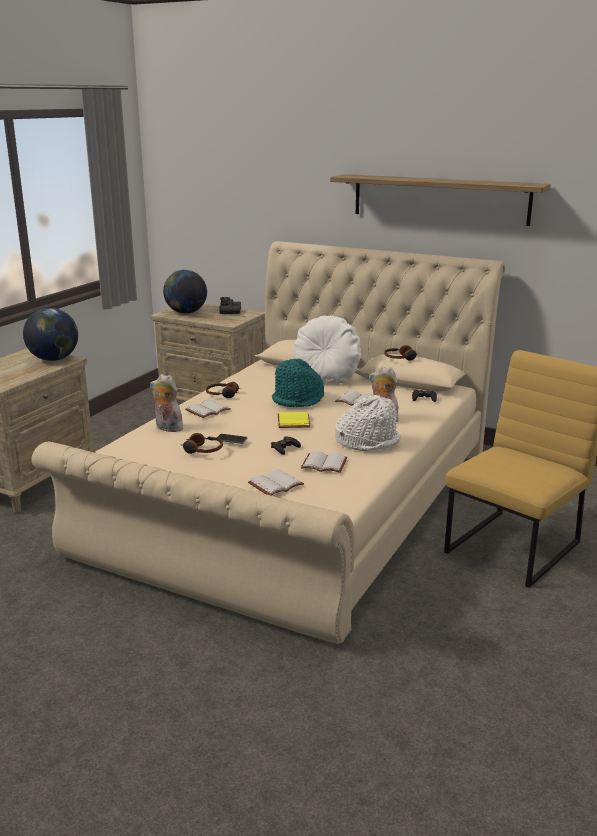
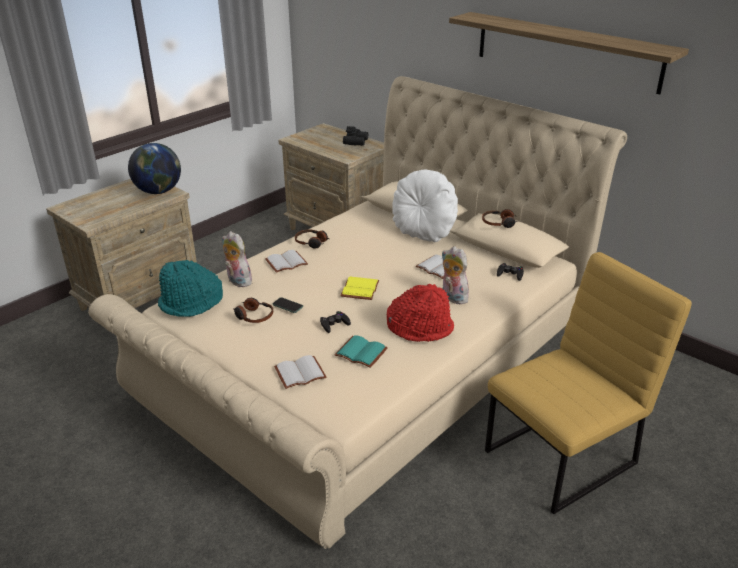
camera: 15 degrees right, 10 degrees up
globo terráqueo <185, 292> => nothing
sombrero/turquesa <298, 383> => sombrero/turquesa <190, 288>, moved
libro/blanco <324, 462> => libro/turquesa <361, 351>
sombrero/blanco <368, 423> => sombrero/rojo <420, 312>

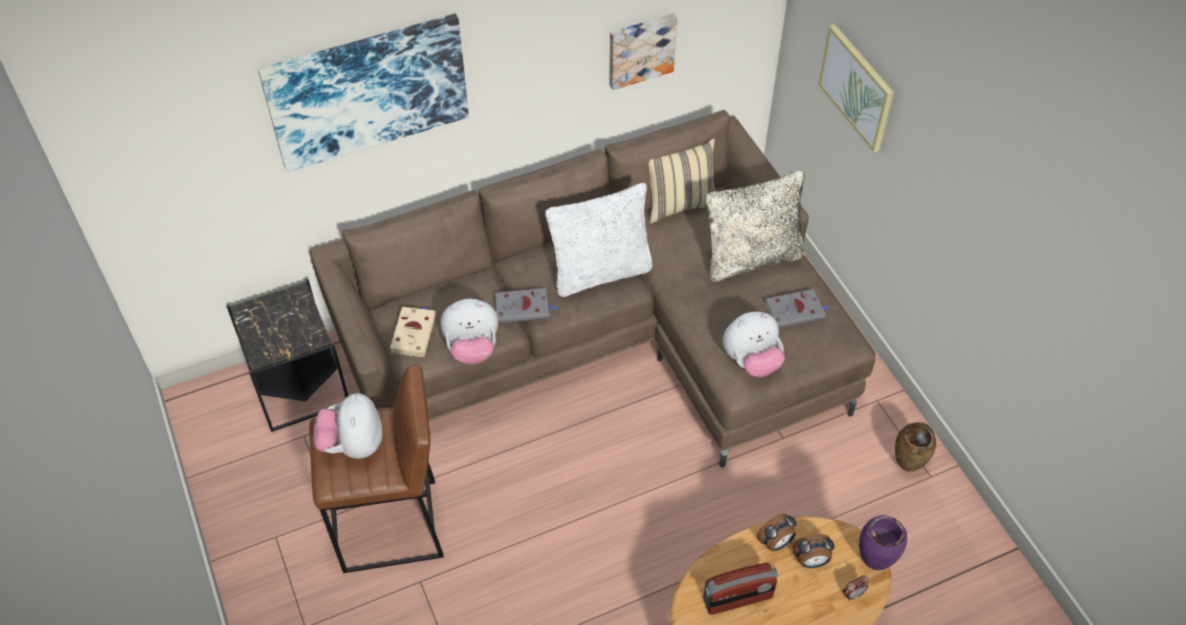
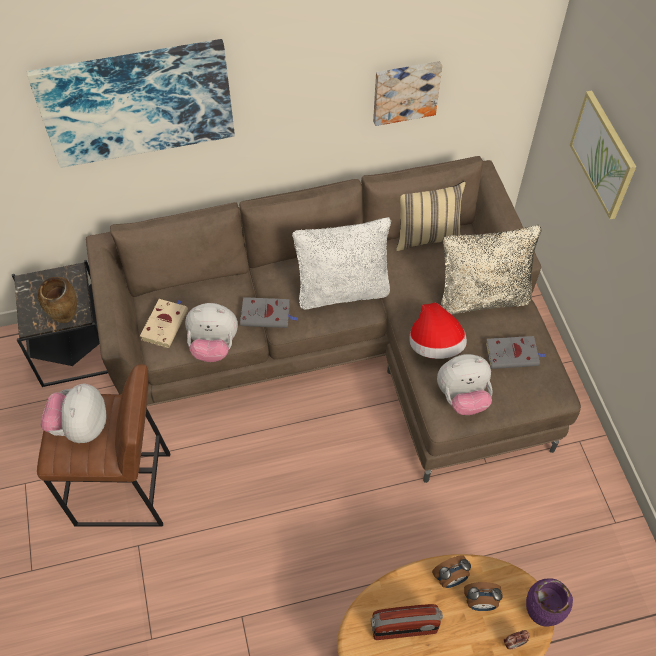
camera: 10 degrees right, 5 degrees up
florero/marrón <915, 447> => florero/marrón <57, 300>, moved
nothing => sombrero <438, 330>

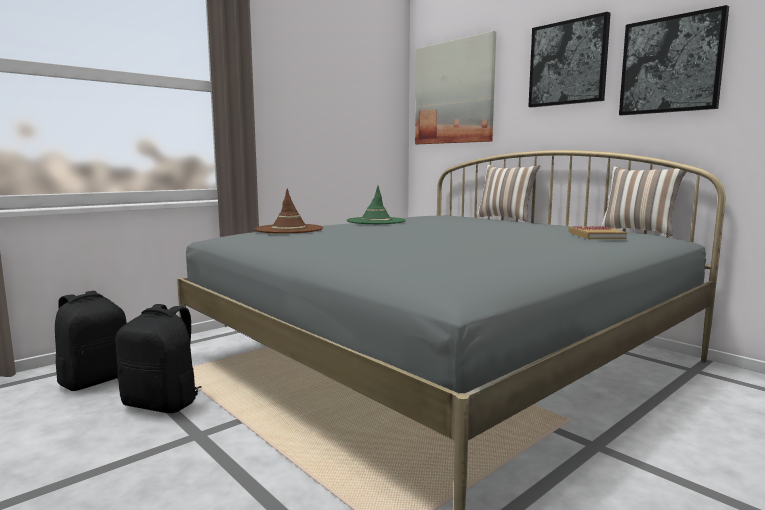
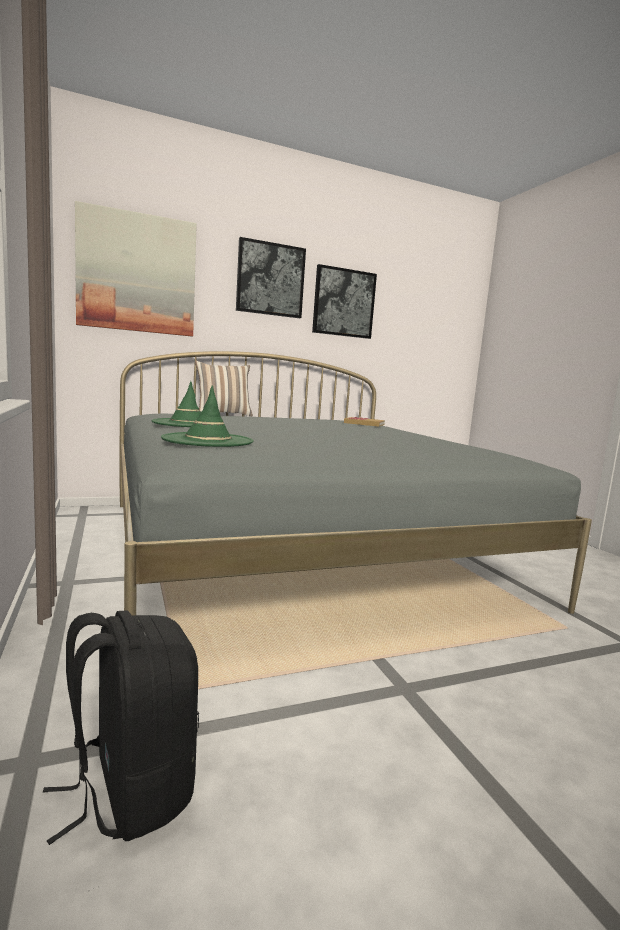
camera: 70 degrees left, 0 degrees up
mochila/negro <159, 358> => nothing
sombrero/marrón <289, 211> => sombrero/verde <207, 416>
cojín <644, 201> => nothing

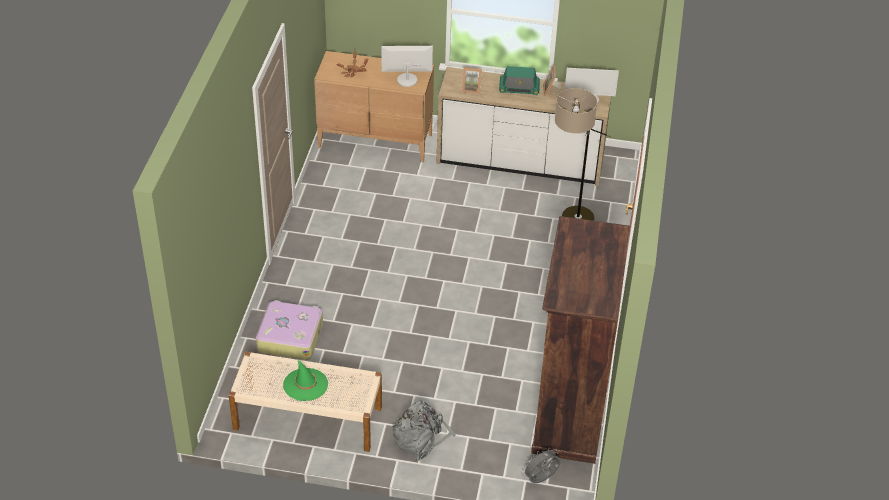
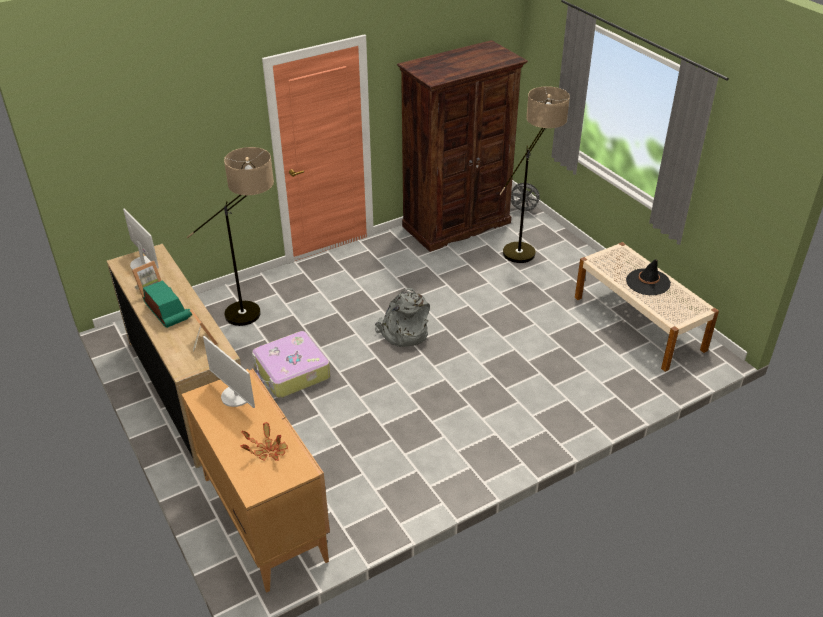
camera: 130 degrees left, 5 degrees down
maleta <289, 330> => maleta <291, 364>, moved
sombrero/verde <305, 380> => sombrero/negro <648, 277>
mochila/gris <424, 431> => mochila/gris <402, 317>, moved
nothing => lámpara de pie <534, 174>

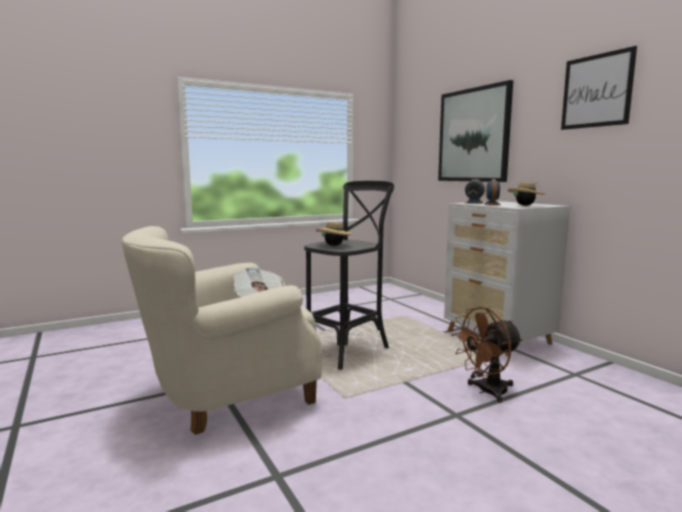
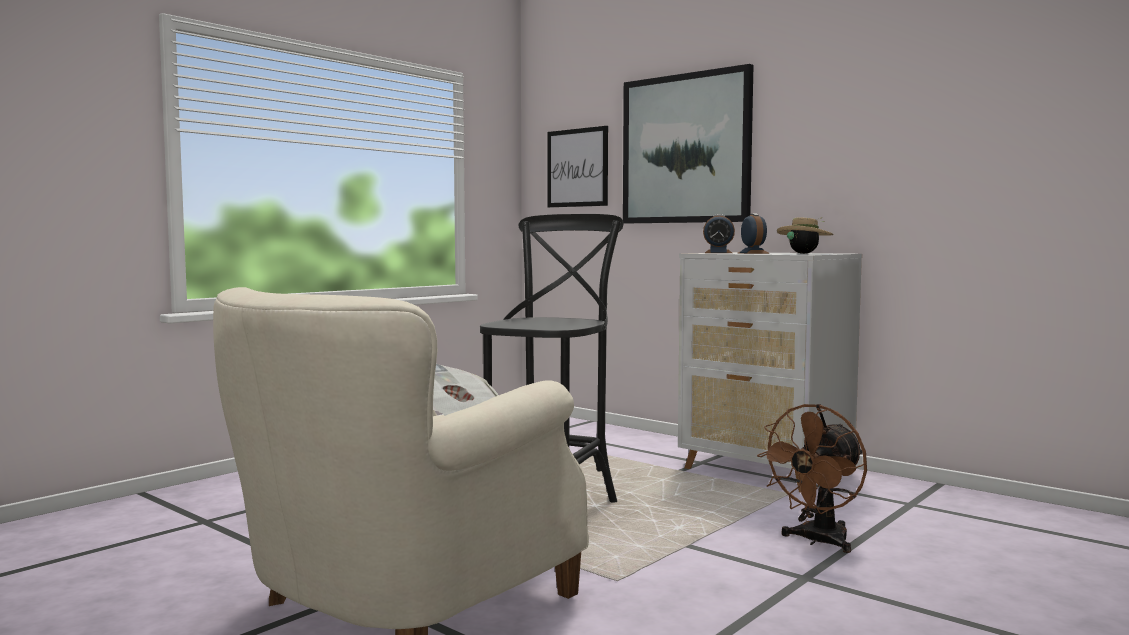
camera: 20 degrees left, 5 degrees down
sombrero/beis <334, 234> => nothing
cuadro <599, 88> => cuadro <577, 167>, moved

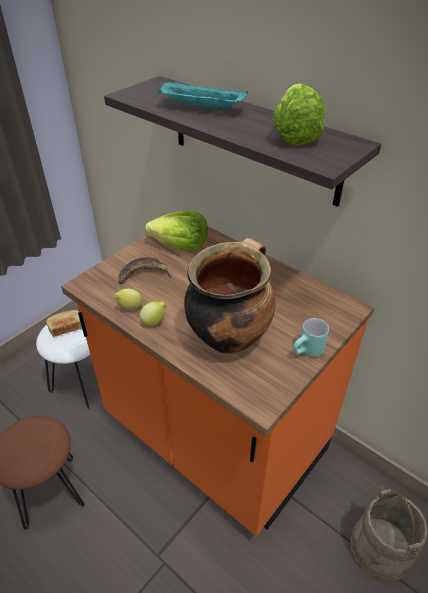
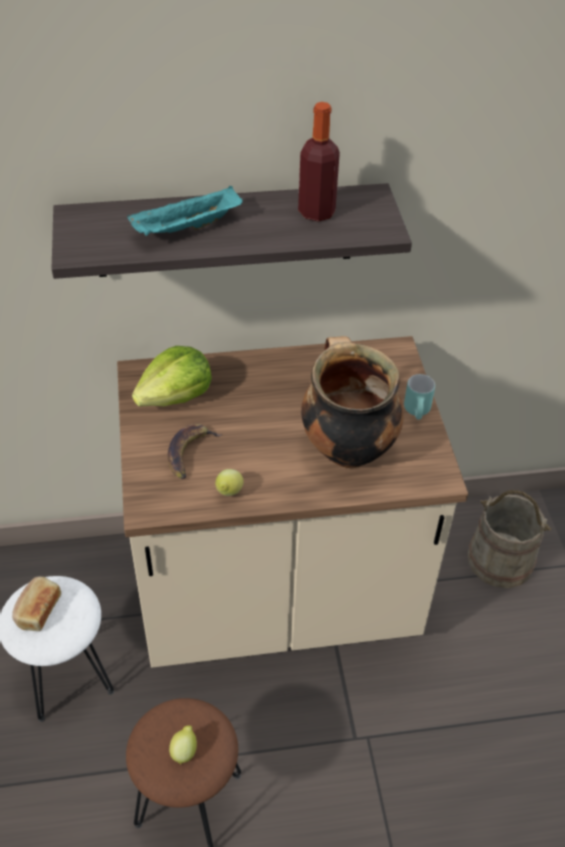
camera: 50 degrees left, 5 degrees up
mueble bajo de cocina/naranja <217, 381> => mueble bajo de cocina/beis <292, 502>
limón <153, 313> => limón <183, 745>, moved
lechuga <299, 114> => botella <319, 162>

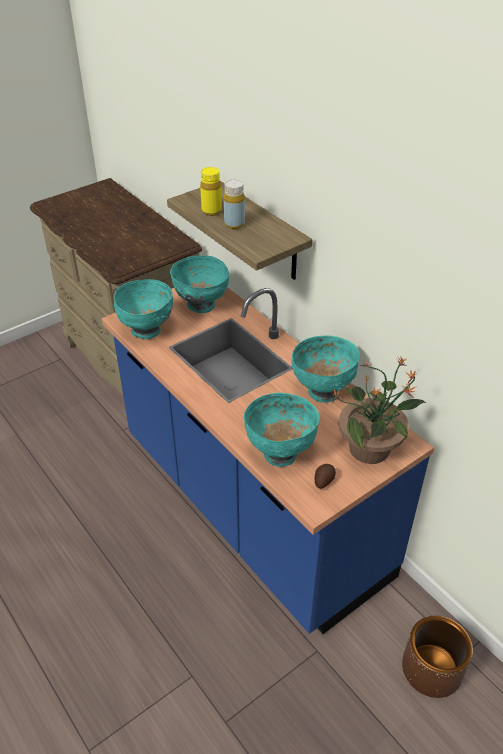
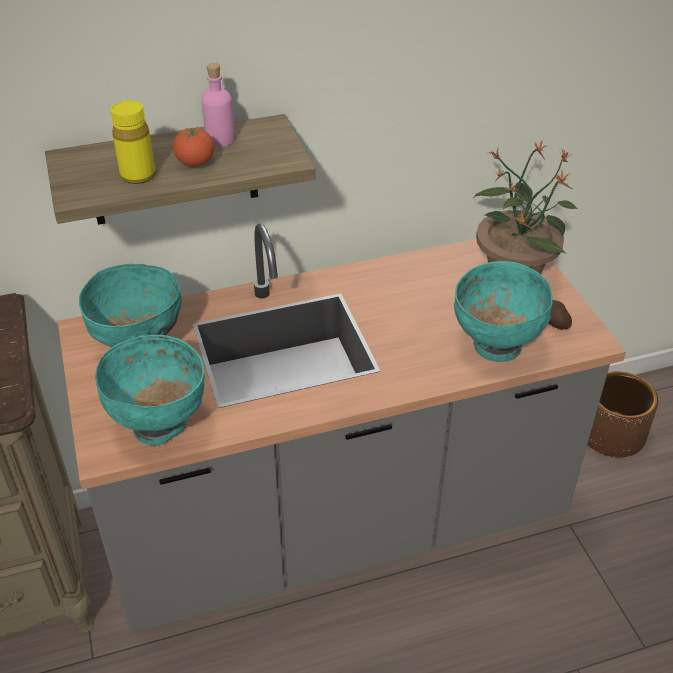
camera: 70 degrees left, 0 degrees up
mueble bajo de cocina/azul <267, 460> => mueble bajo de cocina/gris <342, 428>
botella/amarillo <234, 204> => tomate <193, 147>
cuenco/turquesa <326, 369> => nothing
nothing => botella/rosa <218, 105>

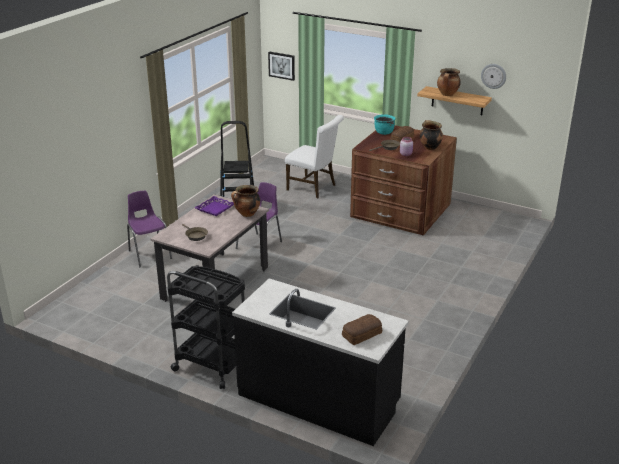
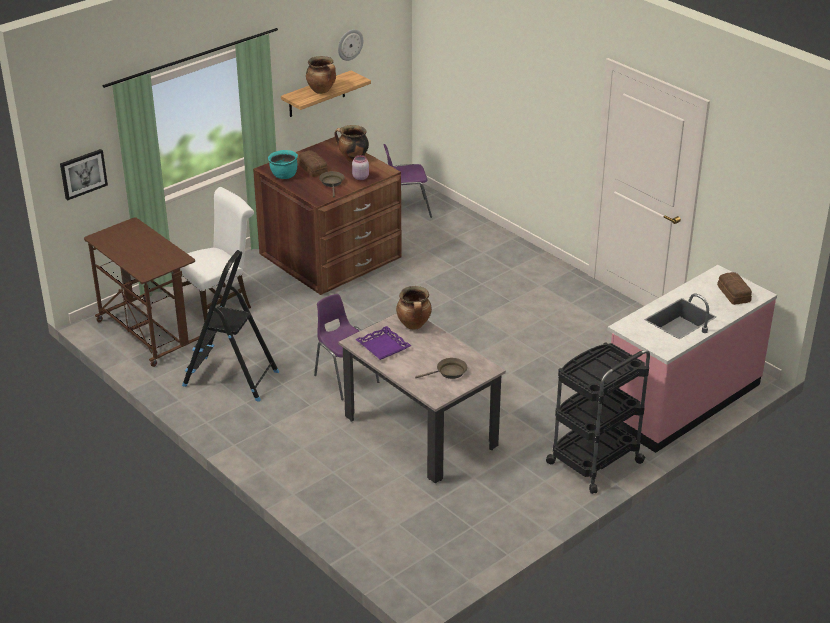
camera: 70 degrees left, 5 degrees up
silla/morado <149, 229> => silla/morado <407, 181>, moved
mueble bajo de cocina/negro <320, 362> => mueble bajo de cocina/rosa <692, 359>
nothing => escritorio/marrón <142, 292>

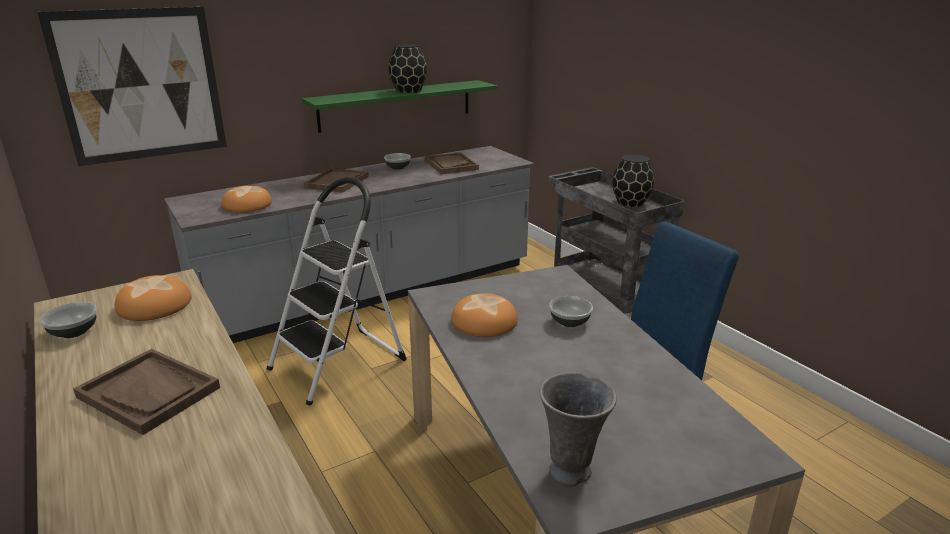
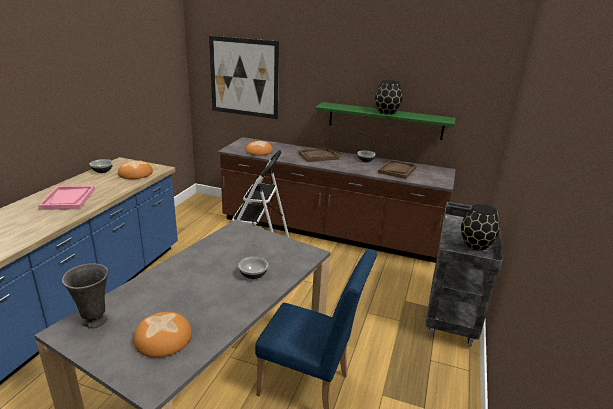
camera: 50 degrees right, 0 degrees up
bandeja/marrón <146, 392> => bandeja/rosa <66, 198>
mueble bajo de cocina/gris <349, 244> => mueble bajo de cocina/marrón <337, 200>
pan <484, 315> => pan <162, 335>, moved

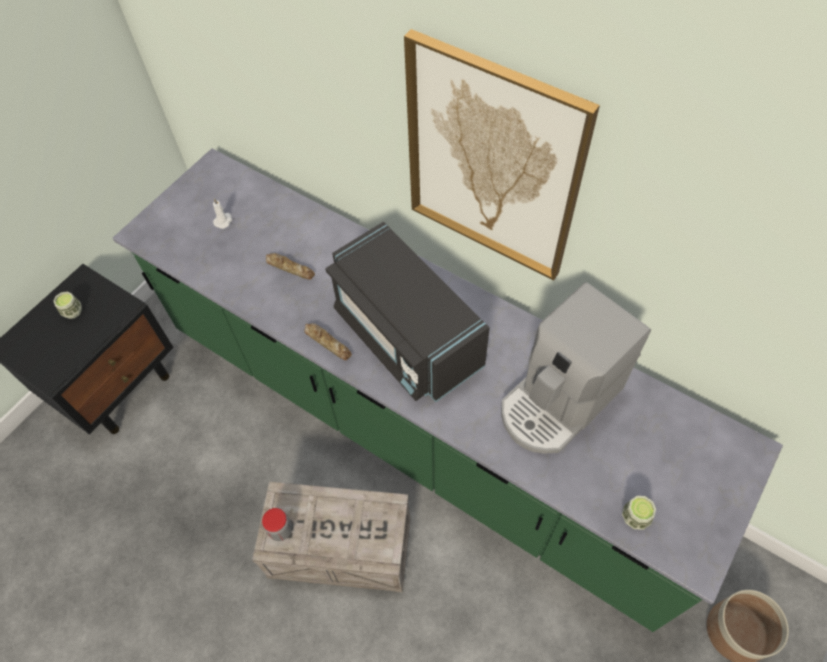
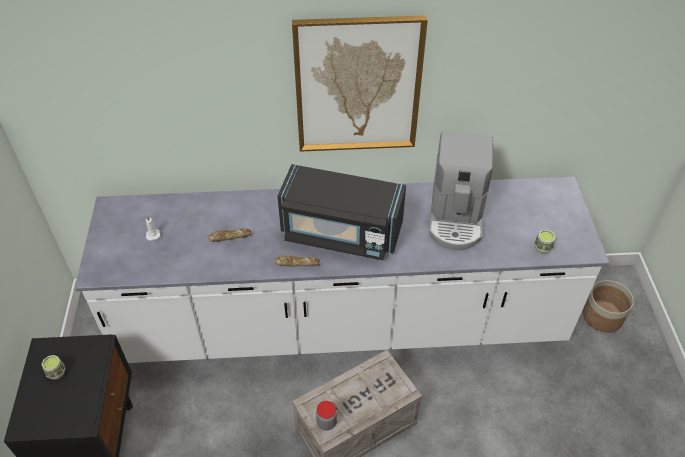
camera: 40 degrees left, 10 degrees down
mueble bajo de cocina/verde <448, 390> => mueble bajo de cocina/blanco <342, 269>

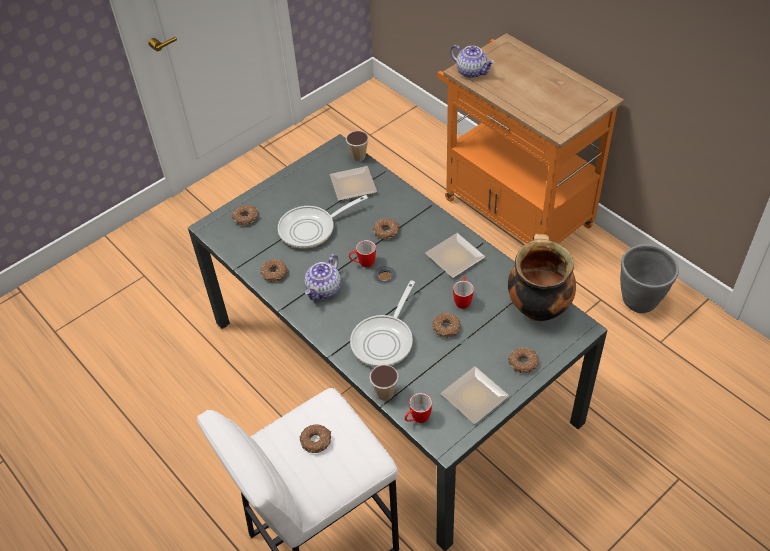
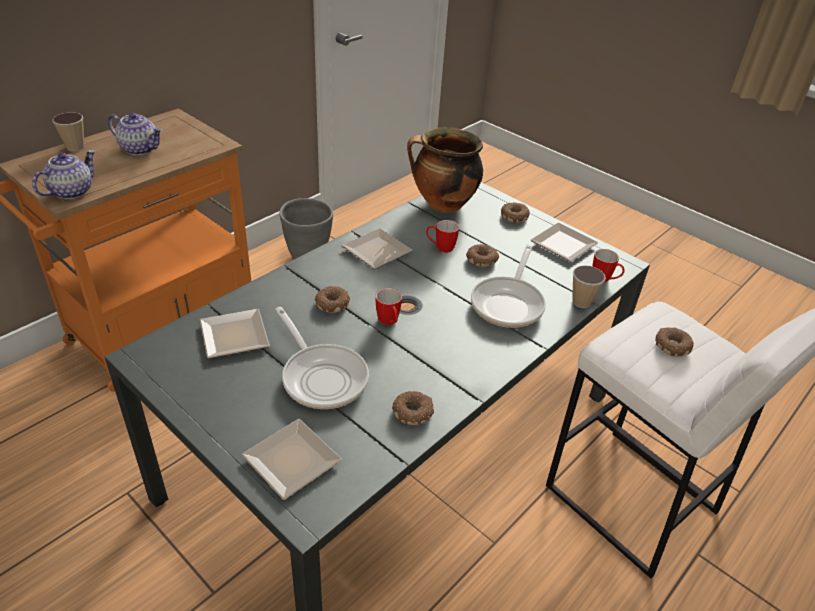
camera: 100 degrees left, 10 degrees down
rosquilla <245, 215> => plato <292, 459>
tetera <322, 277> => tetera <135, 134>, moved
taza <357, 146> => taza <68, 131>, moved
sartén <382, 323> => sartén <508, 286>, 90 degrees clockwise

